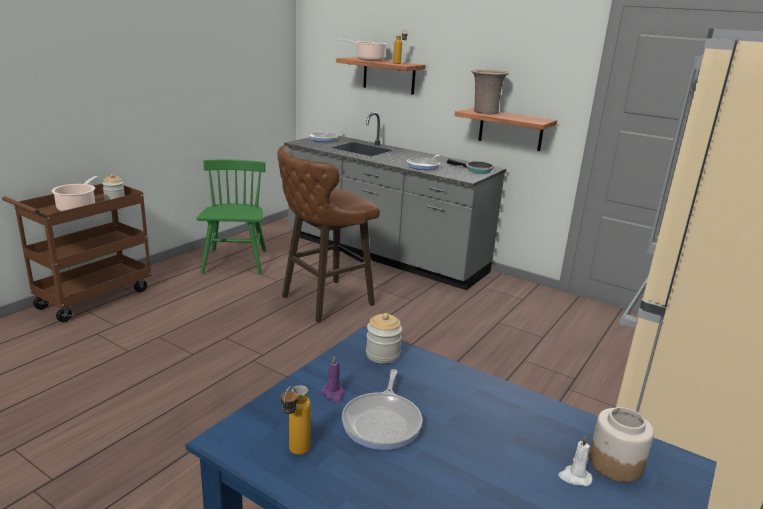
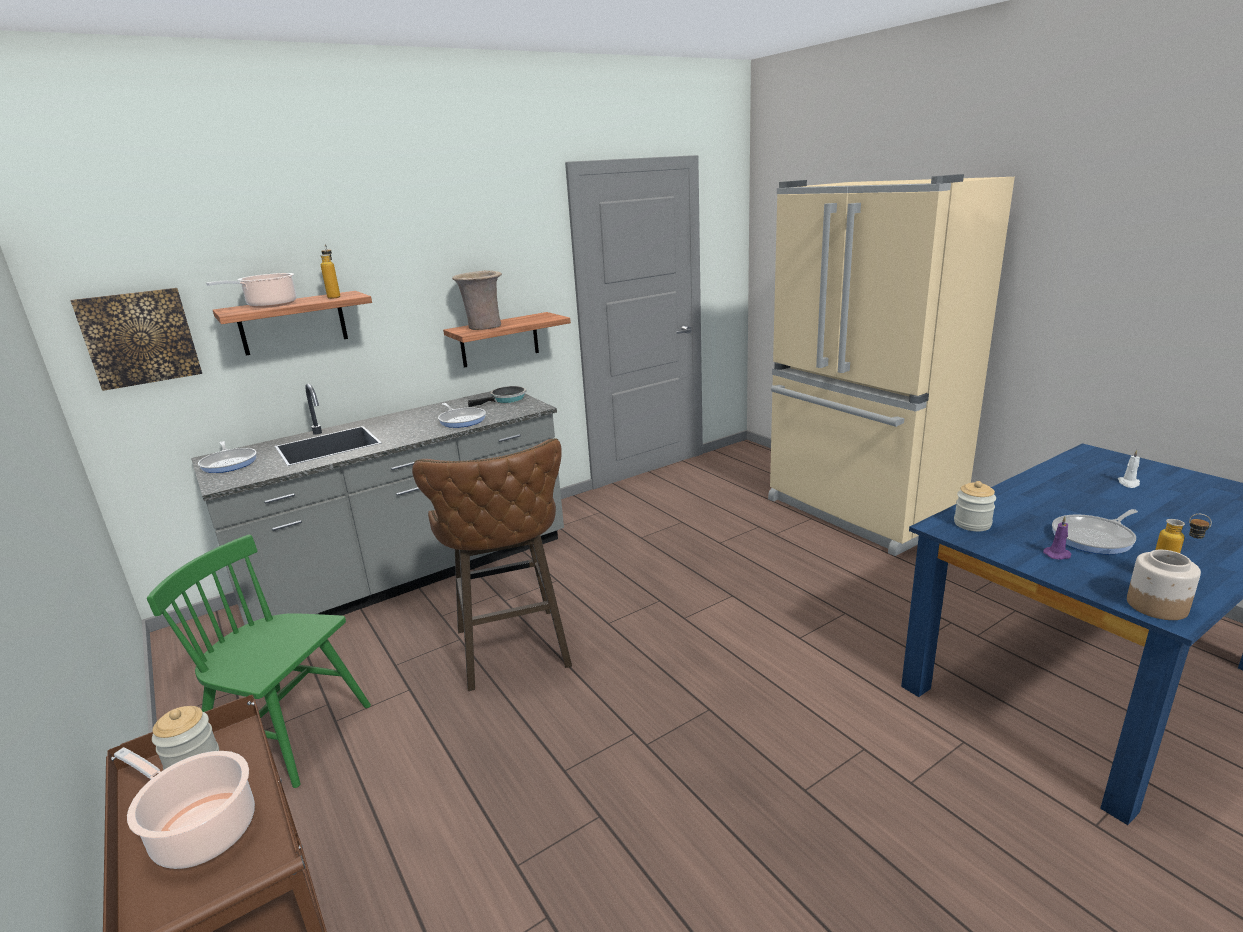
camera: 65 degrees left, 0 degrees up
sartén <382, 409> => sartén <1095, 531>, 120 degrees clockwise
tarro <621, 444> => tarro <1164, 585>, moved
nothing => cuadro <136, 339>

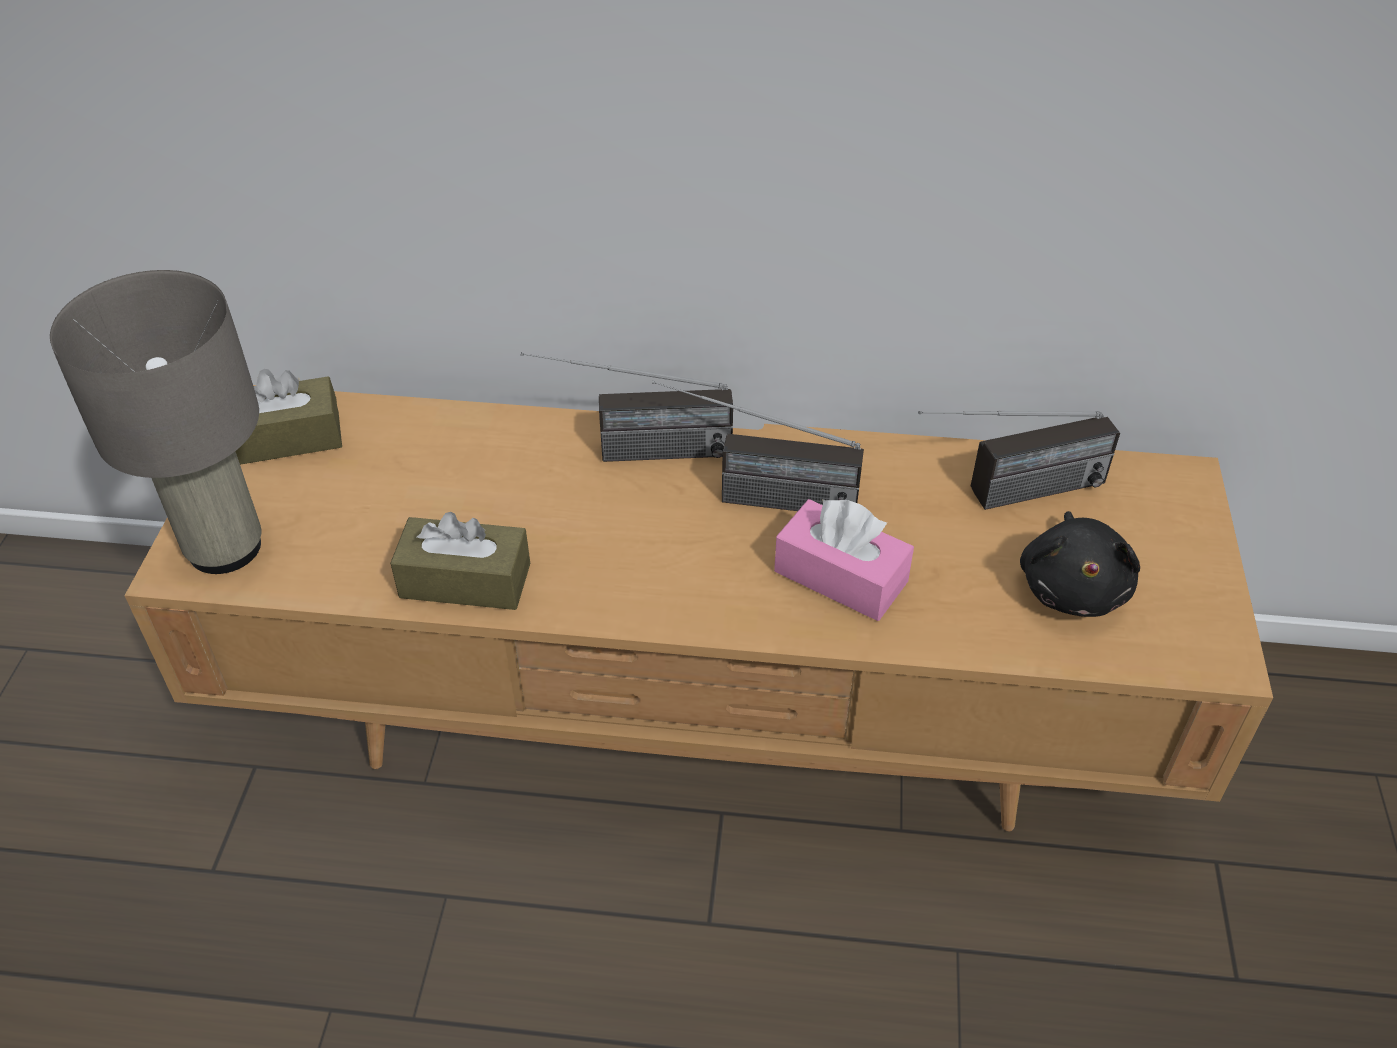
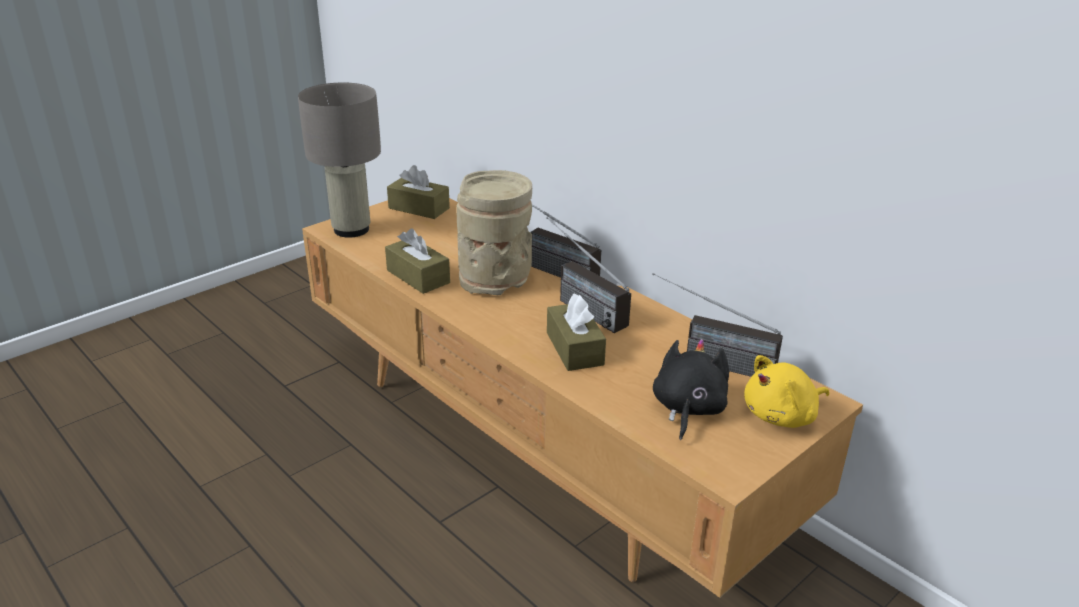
camera: 40 degrees right, 15 degrees down
caja de pañuelos/rosa <844, 560> => caja de pañuelos/marrón <576, 332>
peluche/negro <1080, 564> => peluche/negro <691, 389>, 150 degrees clockwise
nothing => florero/beis <494, 232>
nothing => peluche/amarillo <787, 391>

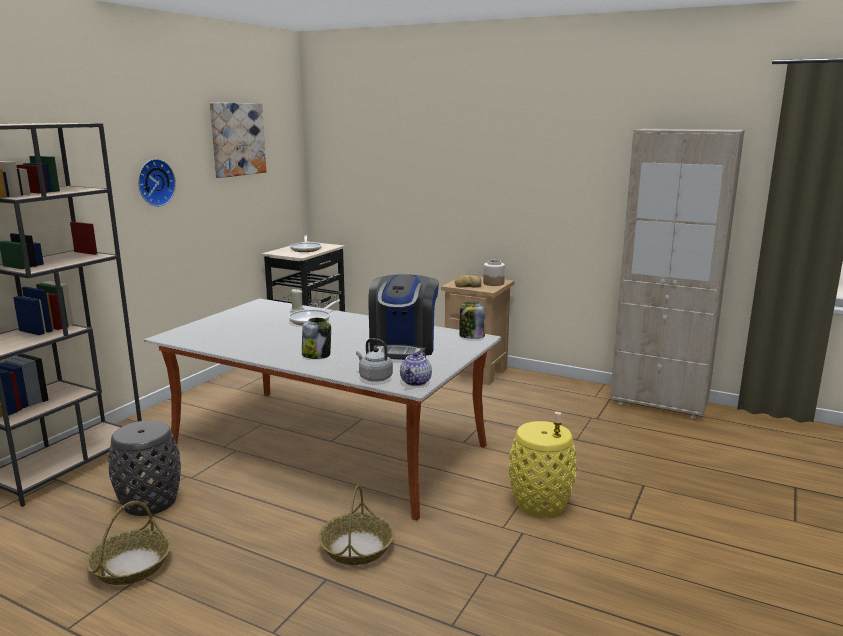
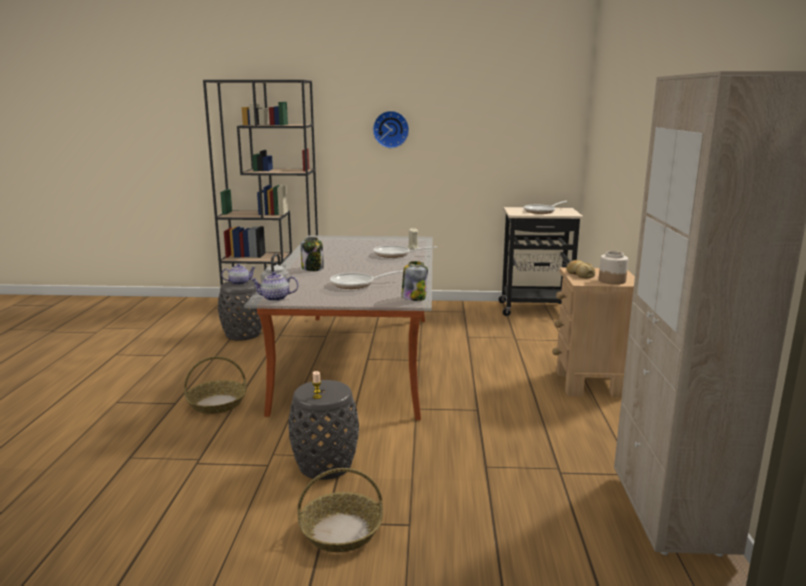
camera: 65 degrees right, 0 degrees up
cesta <128, 543> => cesta <340, 510>, moved
cuadro <238, 140> => nothing
cafetera <403, 317> => sartén <366, 279>
taburete/amarillo <543, 469> => taburete/gris <323, 430>
nothing => tetera <238, 274>

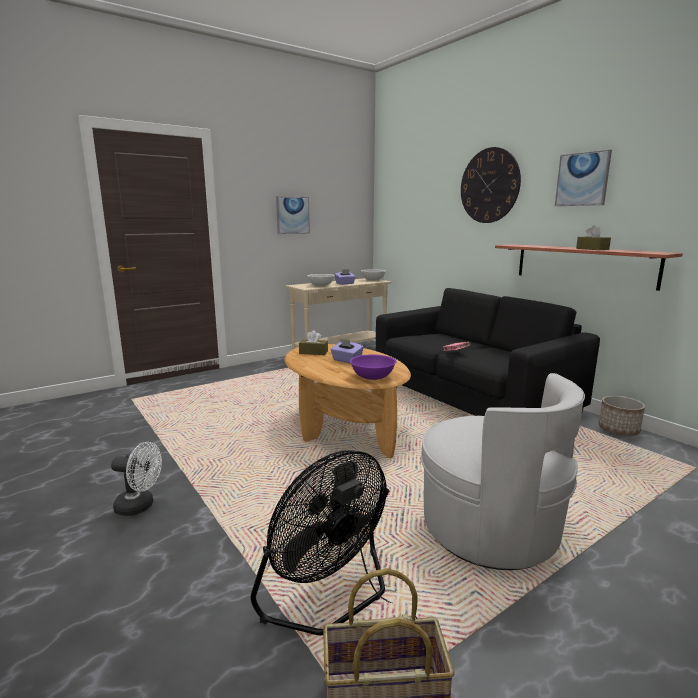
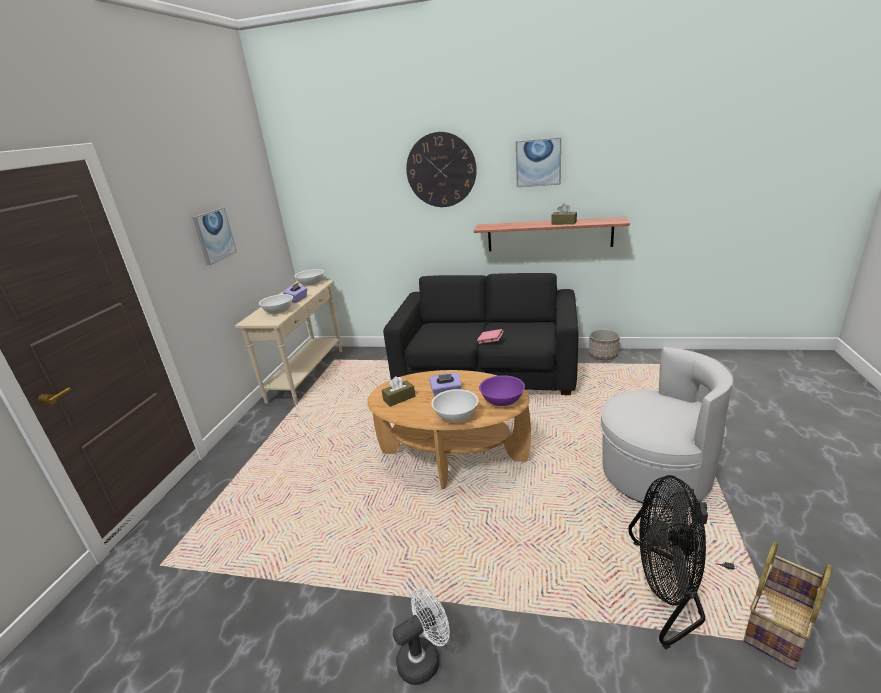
camera: 40 degrees left, 10 degrees up
nothing => cuenco/blanco <454, 405>

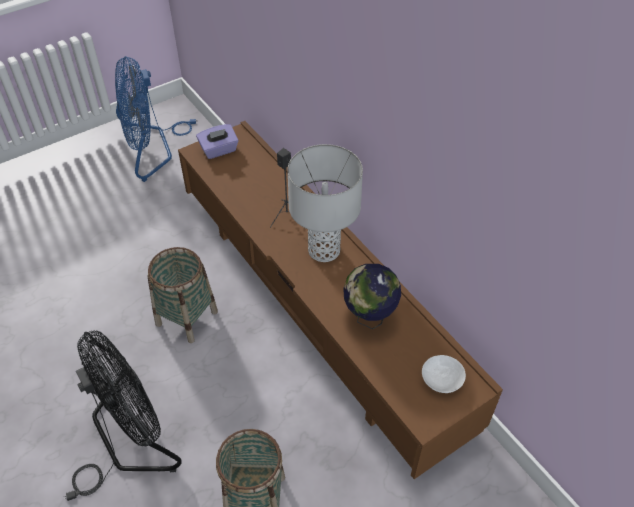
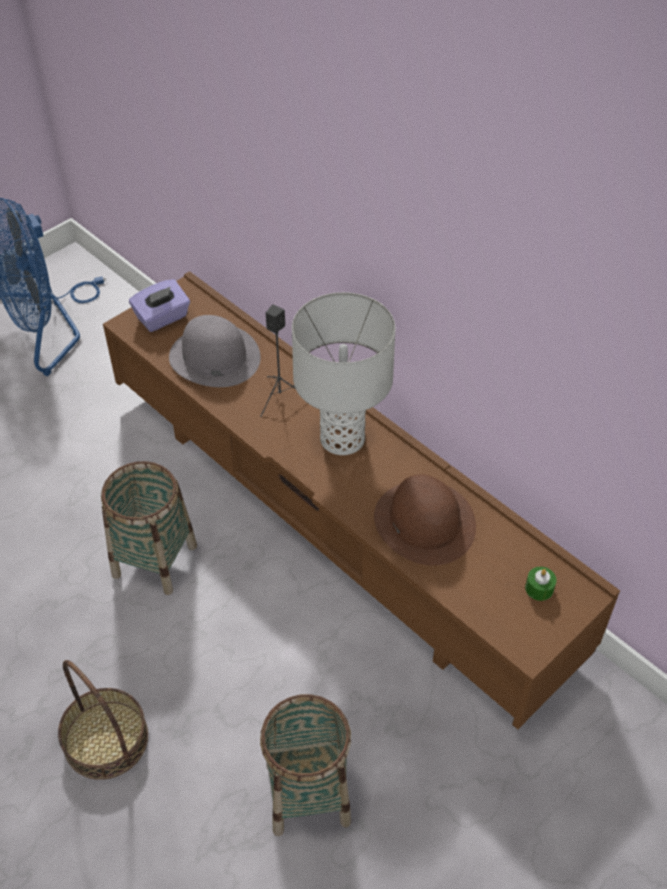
camera: 10 degrees left, 0 degrees up
ventilador/negro <122, 415> => cesta <103, 720>
globo terráqueo <372, 296> => sombrero/marrón <425, 520>
cuenco/blanco <444, 374> => vela/verde <541, 584>
nothing => sombrero/gris <215, 351>

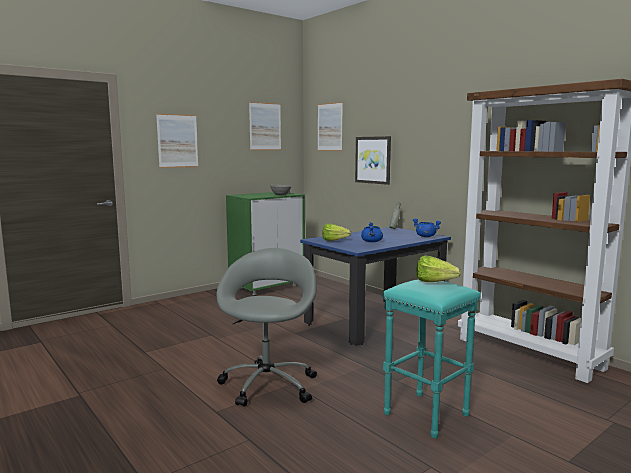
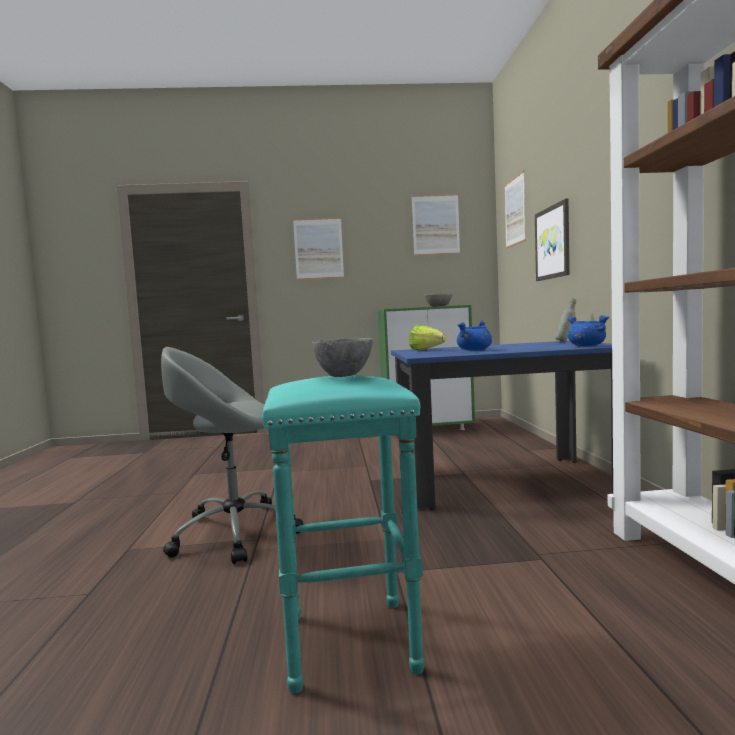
camera: 35 degrees right, 5 degrees down
silla de oficina/gris <267, 327> => silla de oficina/gris <232, 455>, 150 degrees counterclockwise
lechuga <438, 269> => cuenco/gris <342, 357>

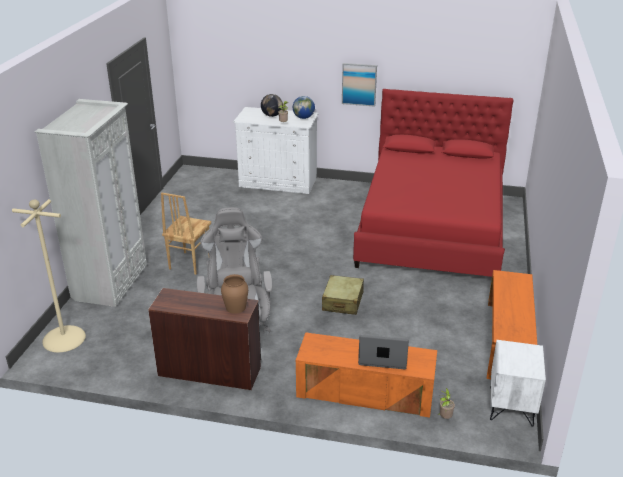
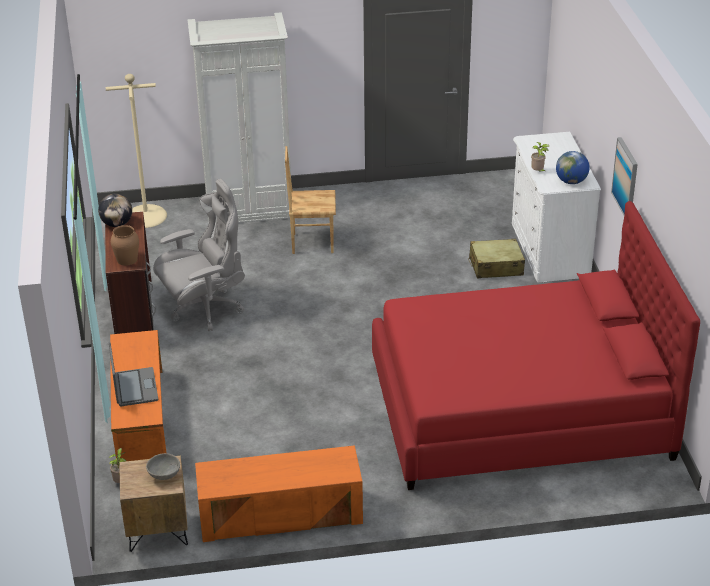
camera: 70 degrees right, 5 degrees up
globo terráqueo <272, 105> => globo terráqueo <115, 210>, moved
maleta/beis <343, 295> => maleta/beis <496, 258>, moved
mesita de noche/blanco <518, 383> => mesita de noche/marrón <153, 504>
nothing => cuenco/gris <163, 466>

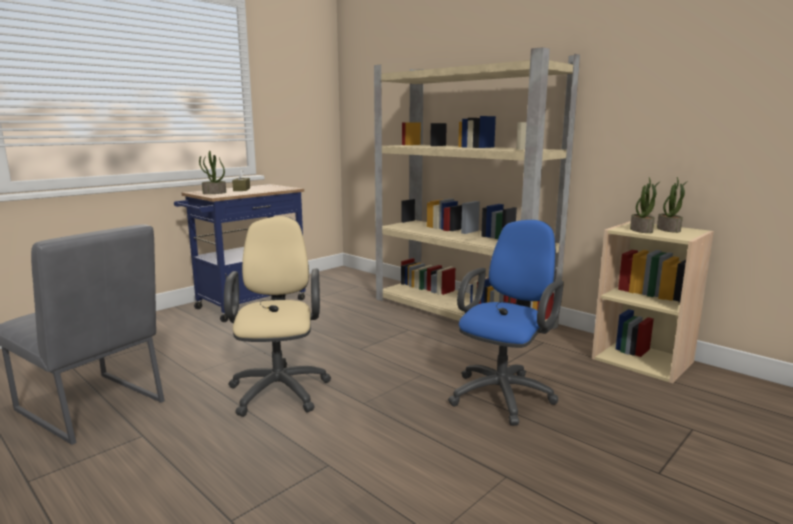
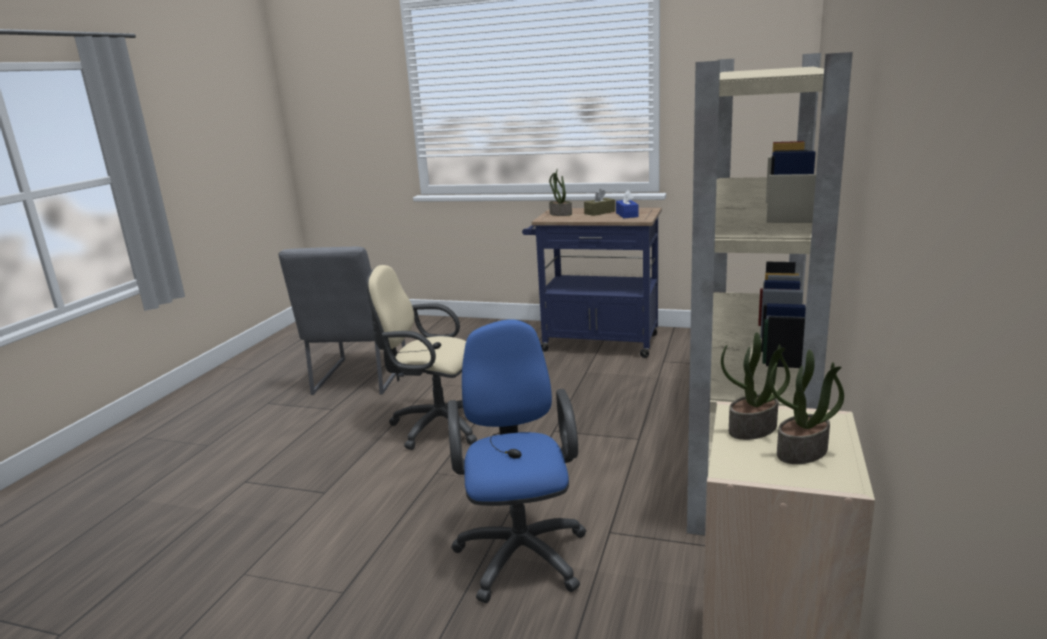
camera: 65 degrees right, 5 degrees up
silla de oficina/beis <277, 316> => silla de oficina/beis <421, 357>, 135 degrees counterclockwise
silla de oficina/azul <506, 323> => silla de oficina/azul <517, 461>, 105 degrees counterclockwise
nothing => caja de pañuelos/azul <627, 204>

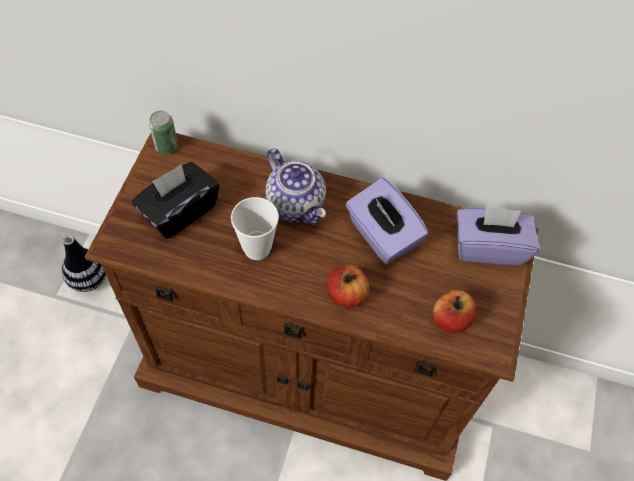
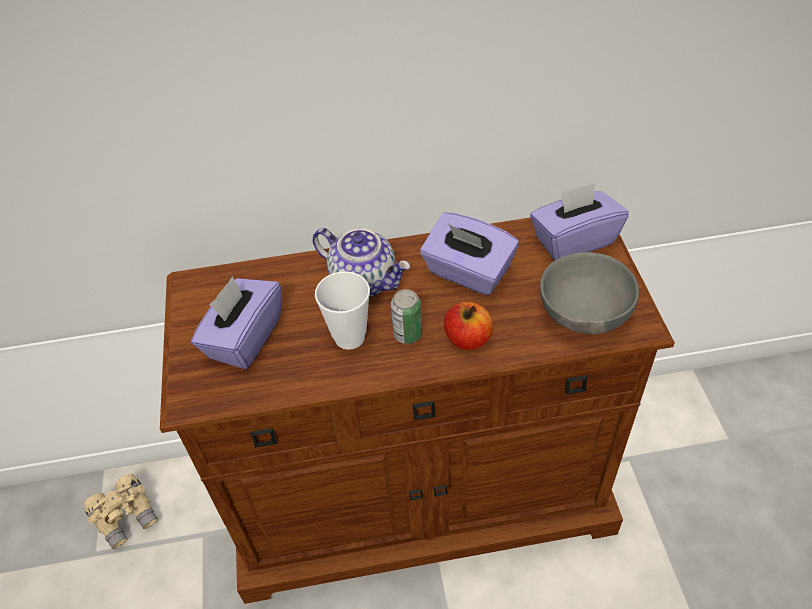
camera: 20 degrees left, 10 degrees down
florero <84, 263> => prismáticos/beis <121, 511>
caja de pañuelos/negro <175, 200> => caja de pañuelos/morado <236, 323>
lata <163, 132> => lata <406, 316>, moved
manzana <454, 311> => cuenco/gris <589, 293>

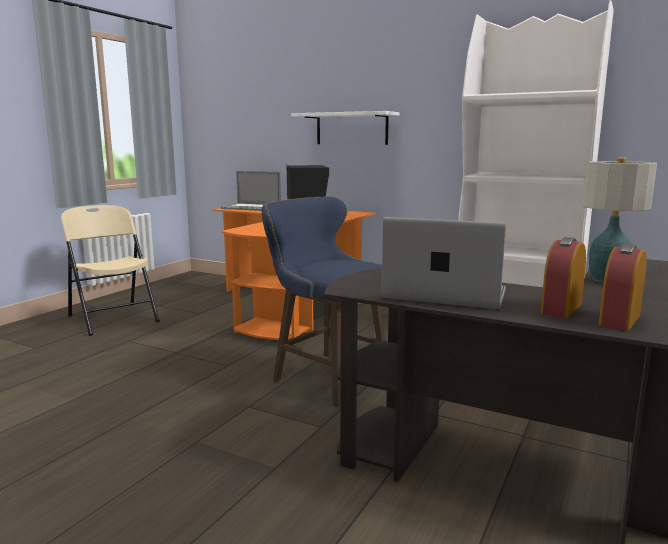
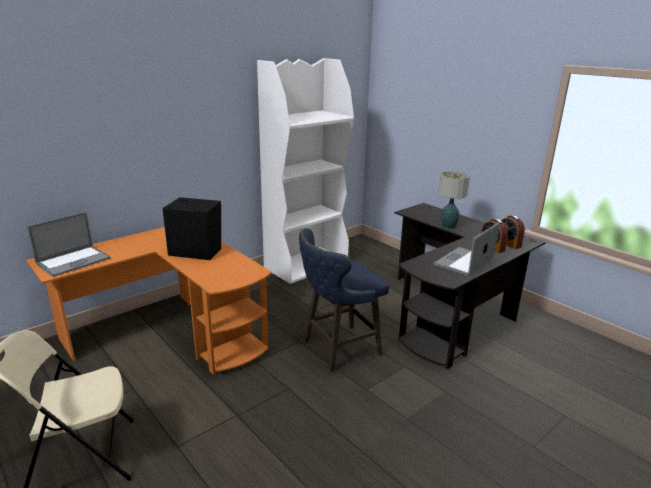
camera: 70 degrees left, 10 degrees up
estante/blanco <345, 128> => nothing

